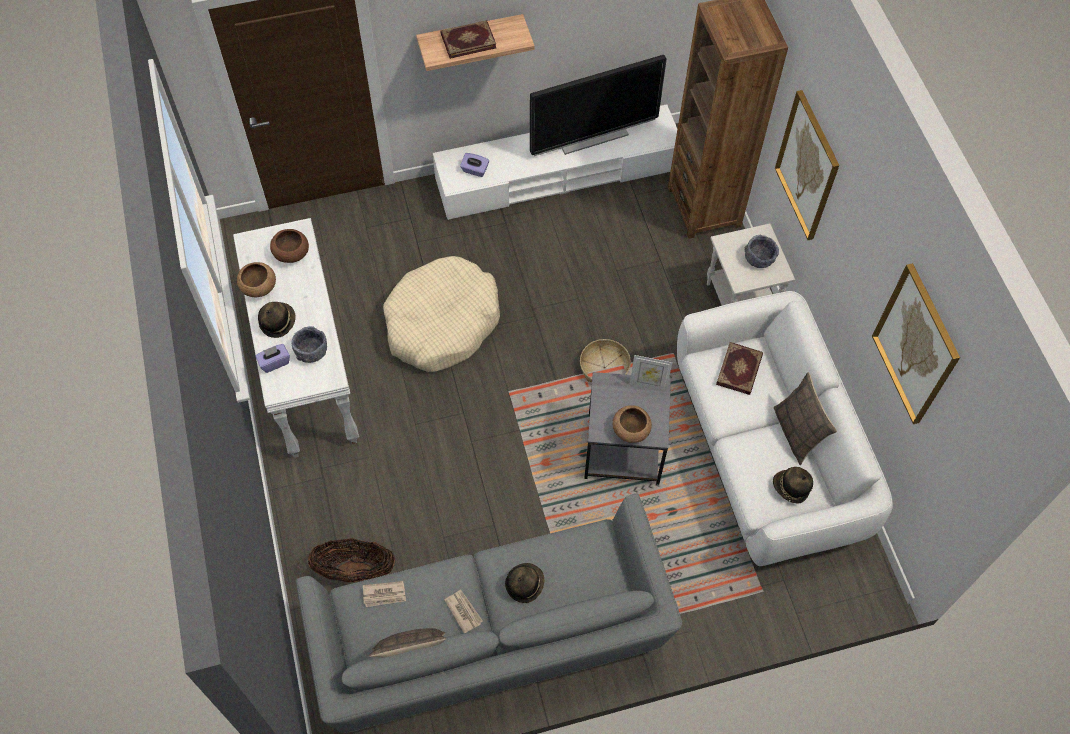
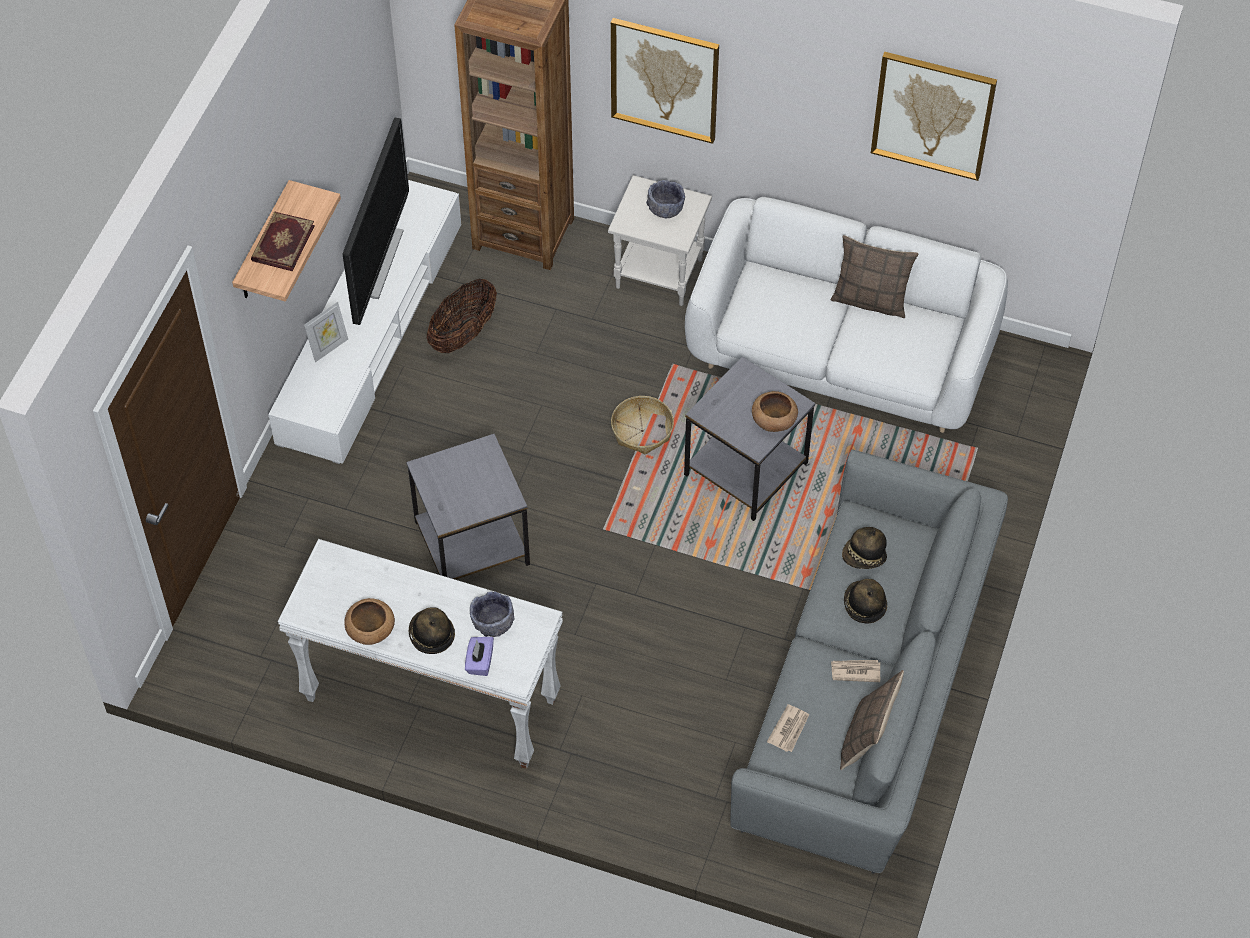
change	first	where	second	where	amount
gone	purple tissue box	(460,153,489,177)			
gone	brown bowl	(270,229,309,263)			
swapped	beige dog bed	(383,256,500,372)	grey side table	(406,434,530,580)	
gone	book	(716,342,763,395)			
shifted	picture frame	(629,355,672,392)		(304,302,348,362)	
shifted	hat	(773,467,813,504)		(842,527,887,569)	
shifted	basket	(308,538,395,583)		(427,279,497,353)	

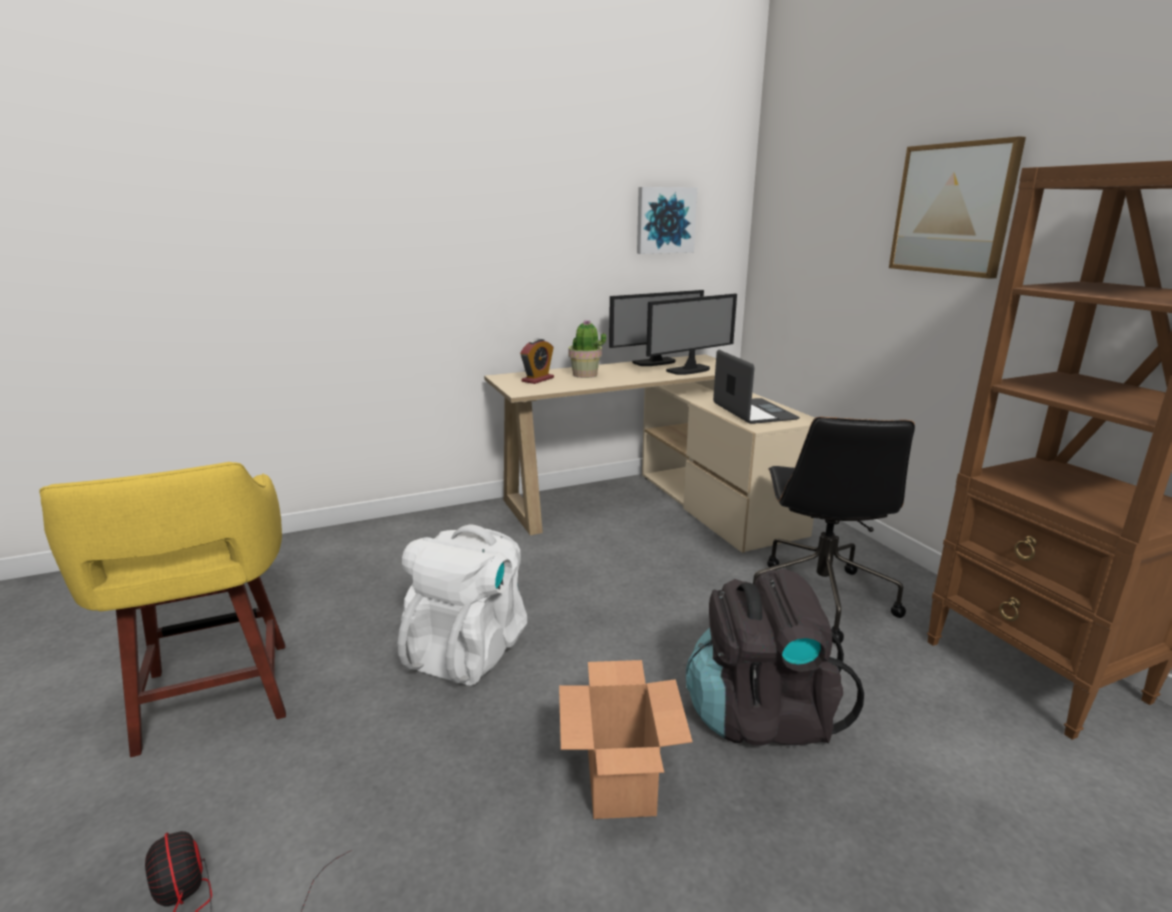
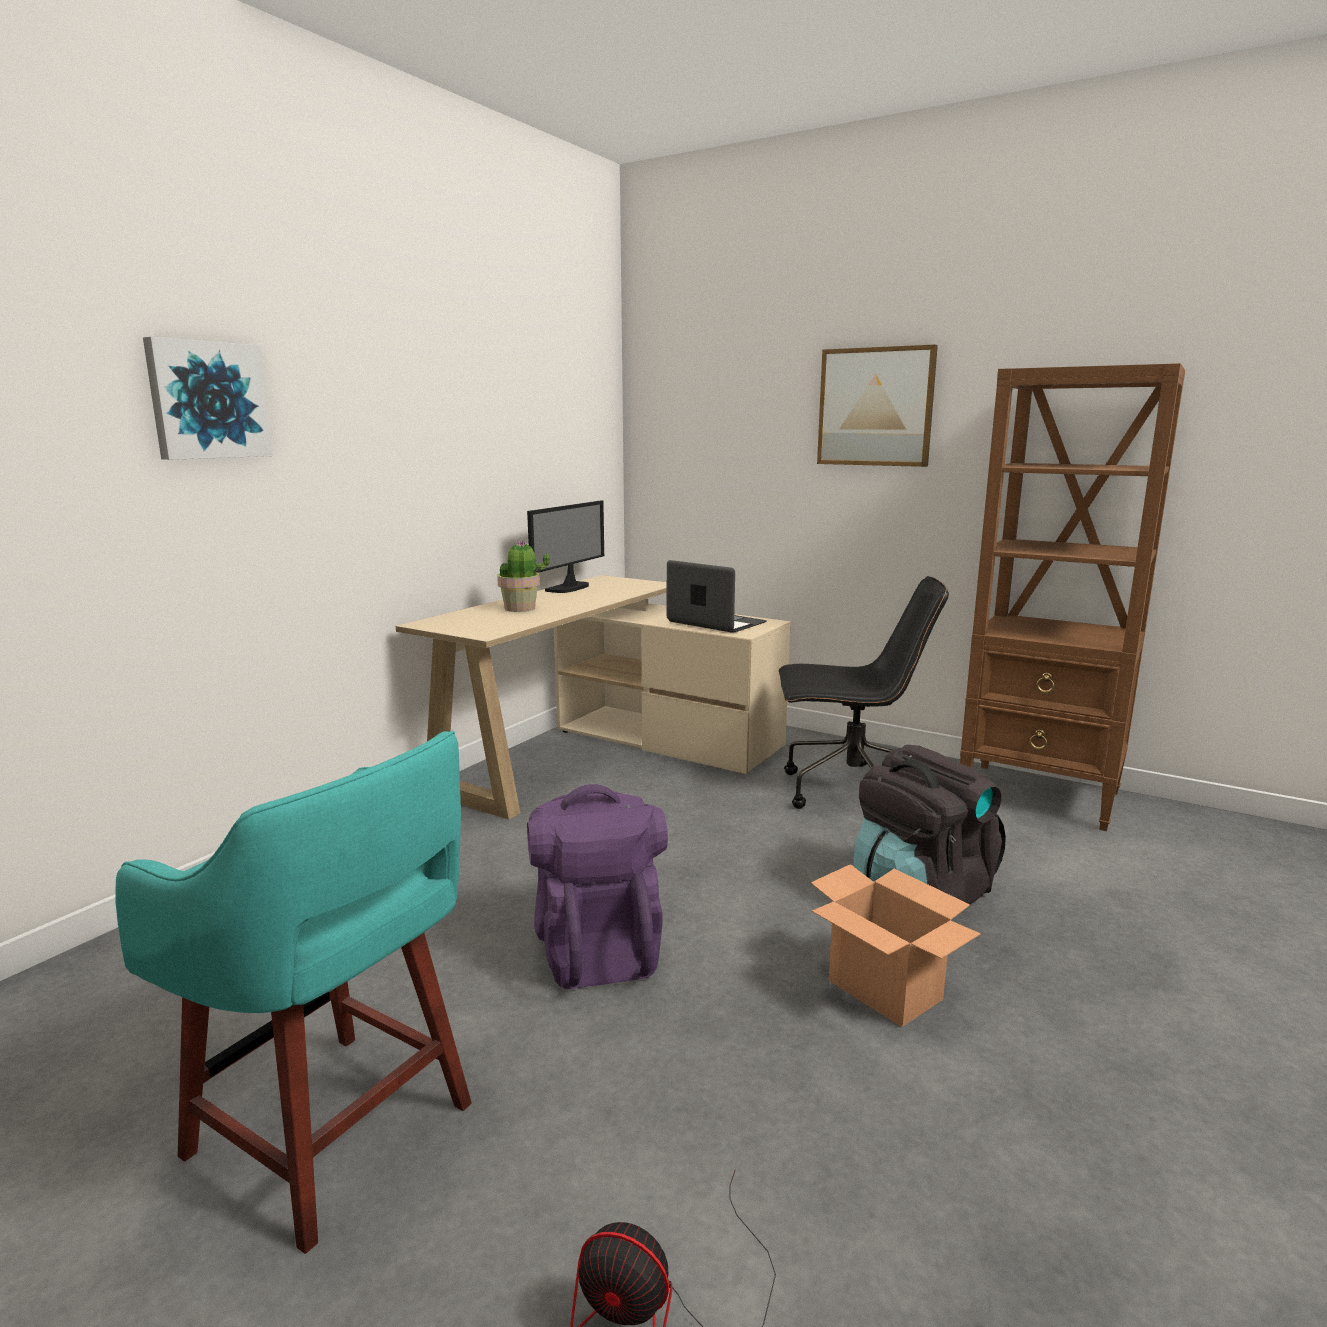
change	first	where	second	where	amount
shifted	picture	(637,187,697,254)		(143,337,273,460)	
gone	monitor	(646,294,737,375)			
gone	alarm clock	(520,339,554,384)			
rotated	black office chair	(753,417,915,644)		(779,576,949,809)	60 degrees counterclockwise
repainted	yellow stool	(39,462,286,757)	turquoise stool	(115,730,471,1254)	
repainted	white backpack	(398,525,527,685)	purple backpack	(527,784,668,989)	

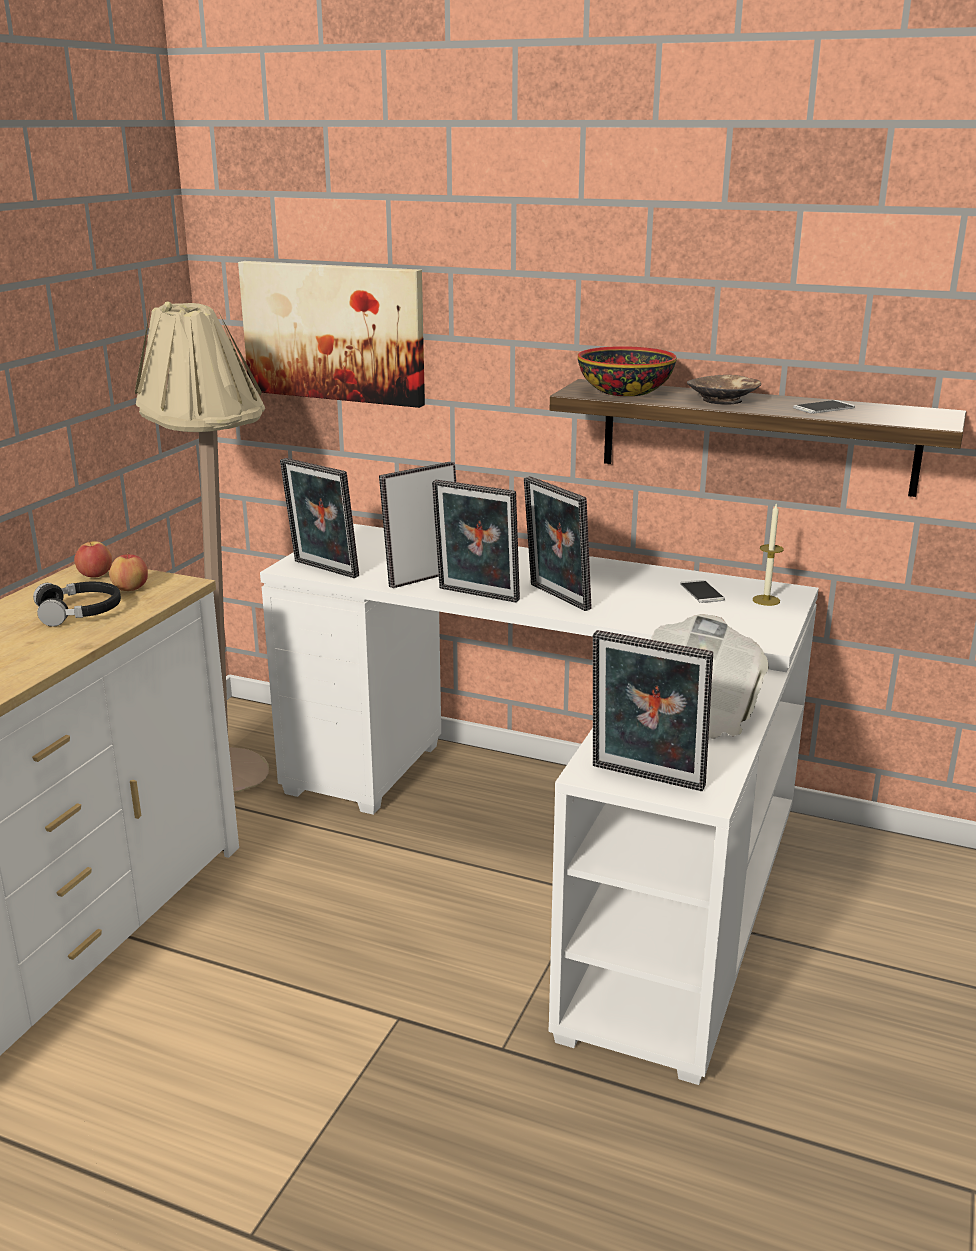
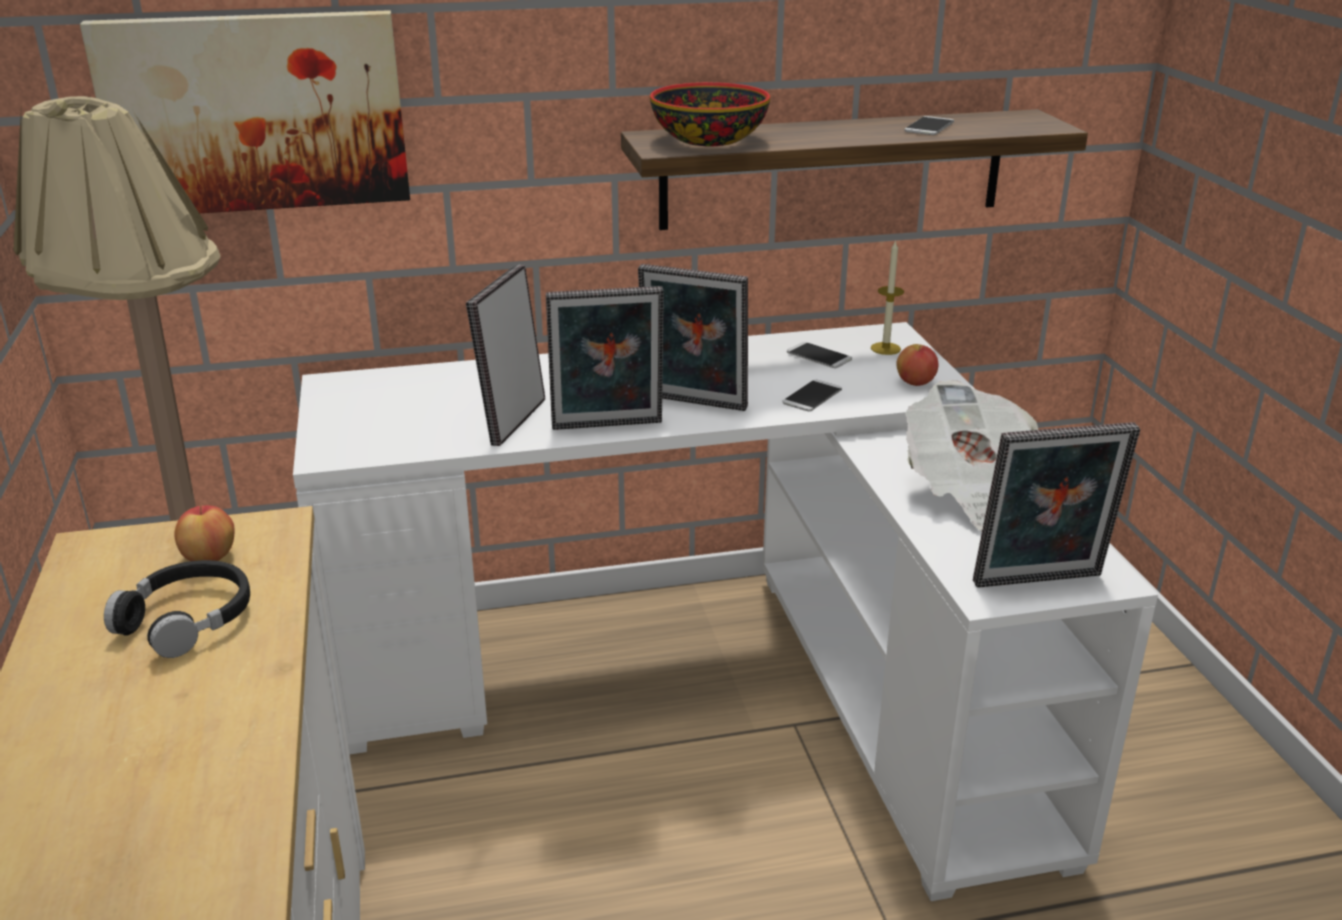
change	first	where	second	where	amount
gone	brown bowl	(687,375,761,405)			
gone	picture frame	(280,458,359,578)			
shifted	apple	(74,541,112,577)		(896,344,939,386)	
new			phone	(783,380,842,411)	

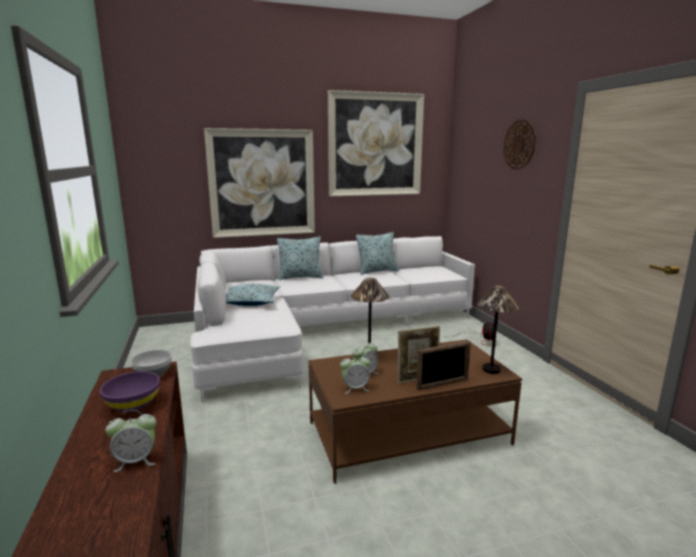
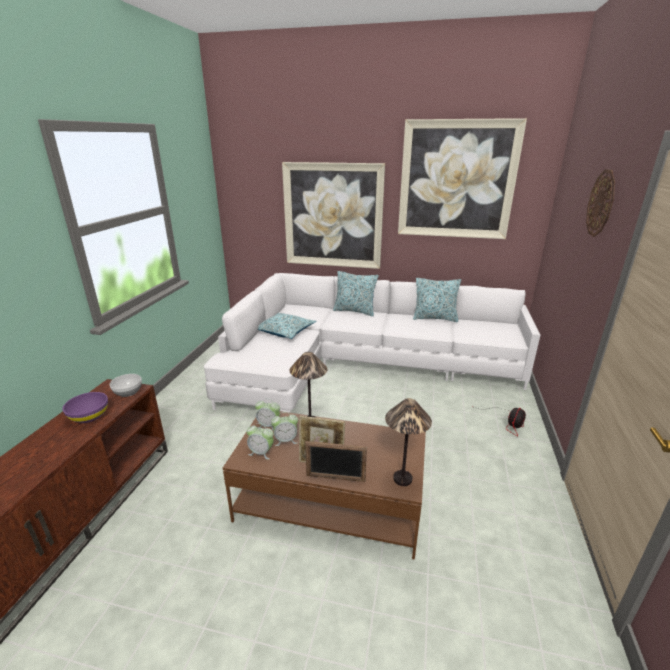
change	first	where	second	where	amount
shifted	alarm clock	(105,410,156,472)		(255,398,280,431)	

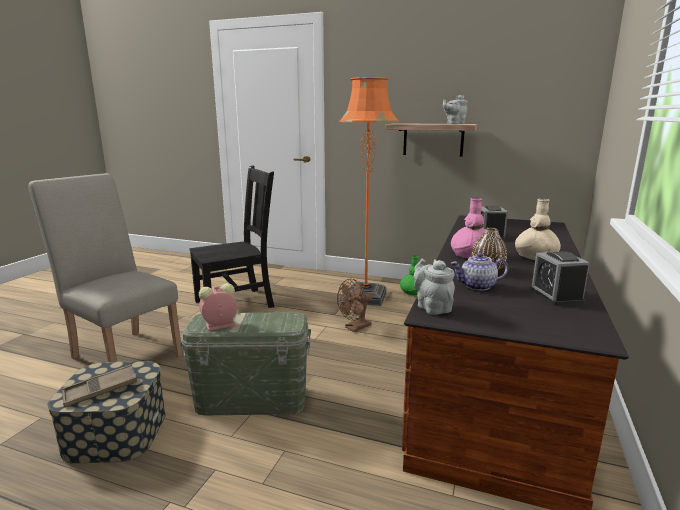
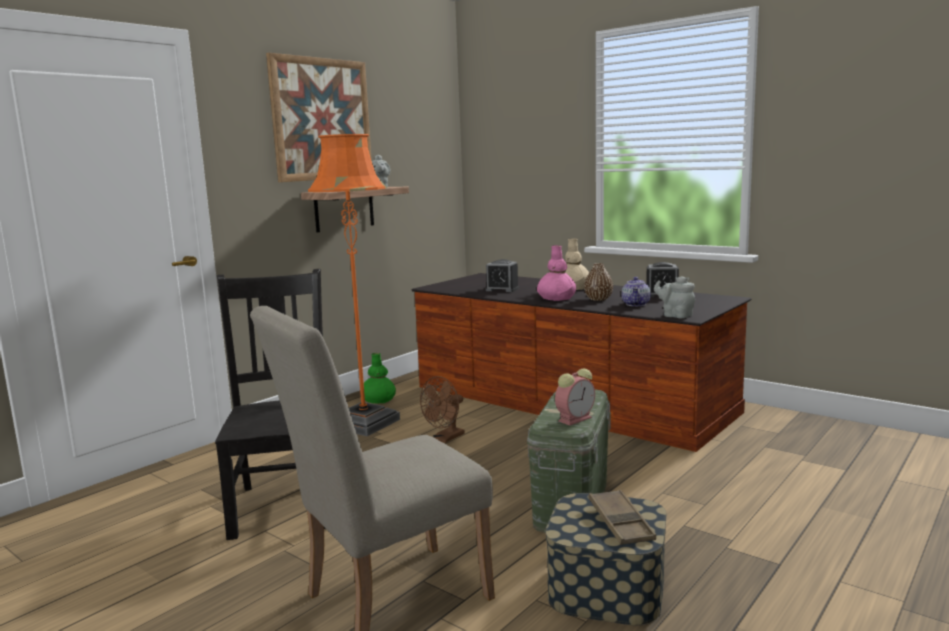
change	first	where	second	where	amount
rotated	grey teapot	(414,259,455,315)		(654,276,695,318)	45 degrees clockwise
rotated	brown fan	(337,279,372,332)		(420,376,465,443)	60 degrees clockwise
rotated	alarm clock	(199,283,237,331)		(555,368,595,426)	120 degrees counterclockwise
new			picture	(266,53,372,182)	

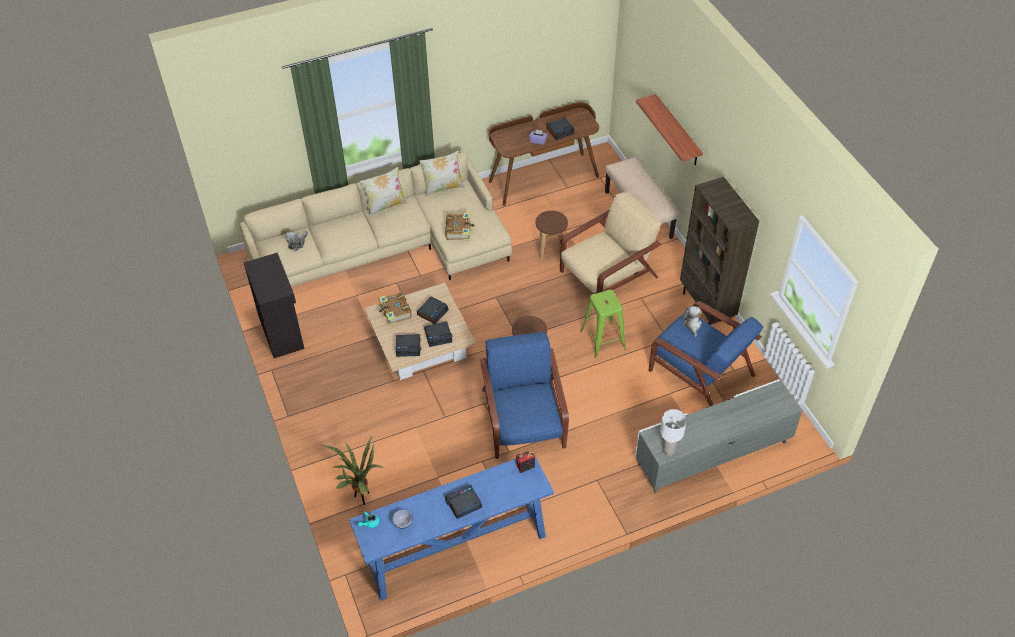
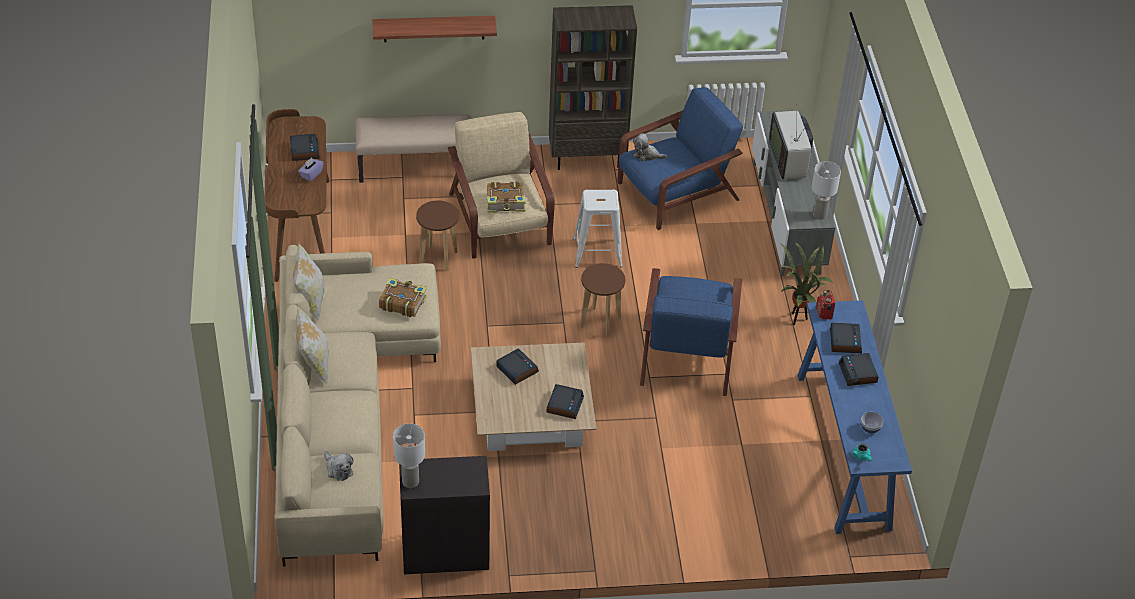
change	first	where	second	where	amount
repainted	green stool	(580,289,626,358)	white stool	(573,190,622,268)	
shifted	book	(378,292,412,326)		(487,182,525,213)	
shifted	alarm clock	(424,322,452,347)		(830,323,862,354)	
rotated	blue armchair	(480,332,569,459)		(640,268,742,396)	90 degrees counterclockwise
shifted	potted plant	(322,437,384,505)		(780,241,834,325)	
new			television	(769,104,813,180)	
new			white table lamp	(393,423,425,488)	

